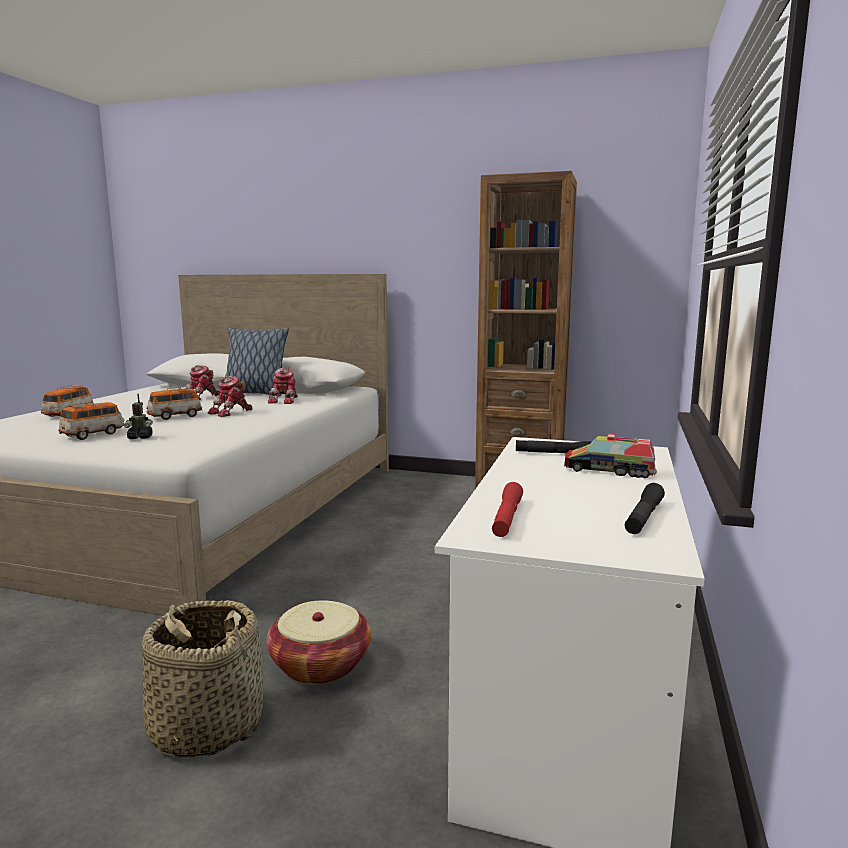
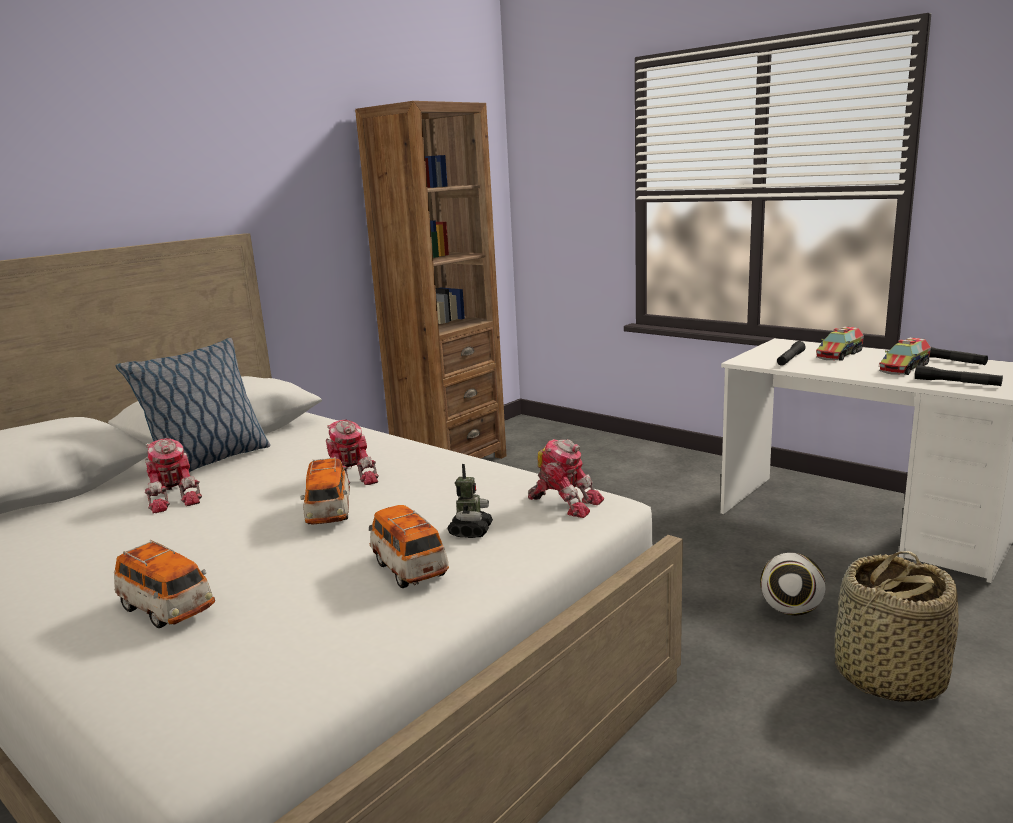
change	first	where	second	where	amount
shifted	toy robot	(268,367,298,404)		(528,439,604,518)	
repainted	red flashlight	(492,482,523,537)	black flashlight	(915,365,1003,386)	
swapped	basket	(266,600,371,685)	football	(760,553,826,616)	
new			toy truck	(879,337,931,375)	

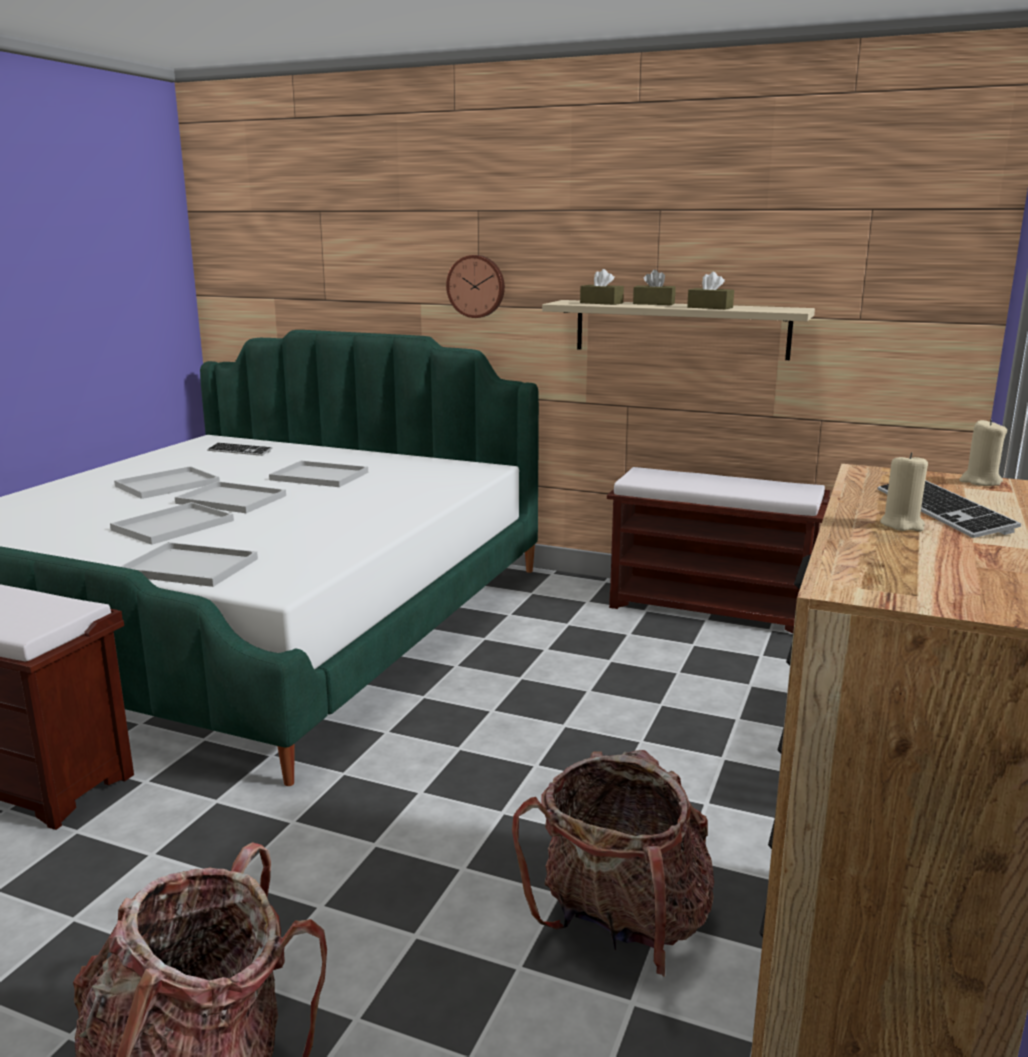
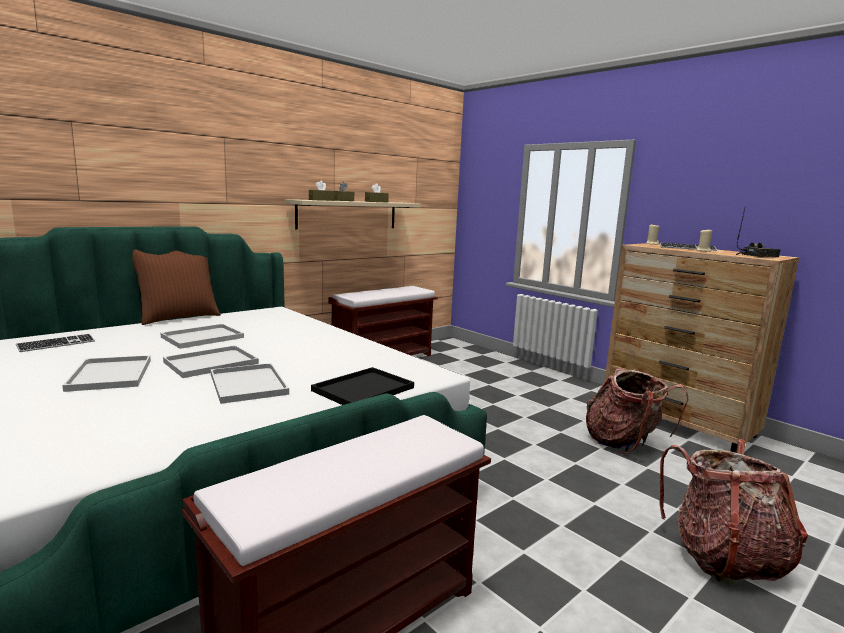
change	first	where	second	where	amount
gone	wall clock	(446,255,505,318)			
repainted	white tray	(120,542,258,587)	black tray	(311,367,414,405)	
new			radio	(736,209,780,258)	
new			brown pillow	(133,250,221,325)	

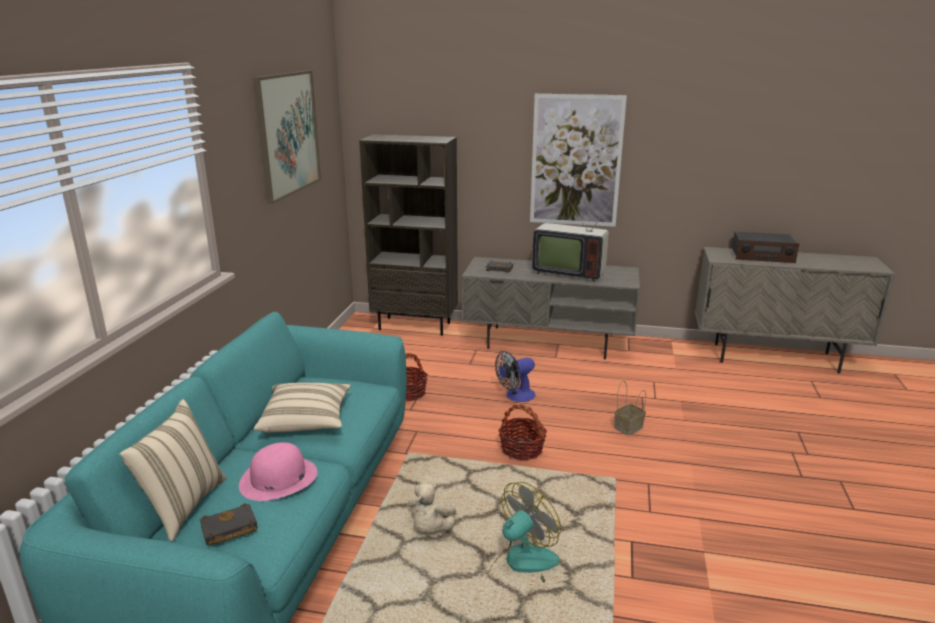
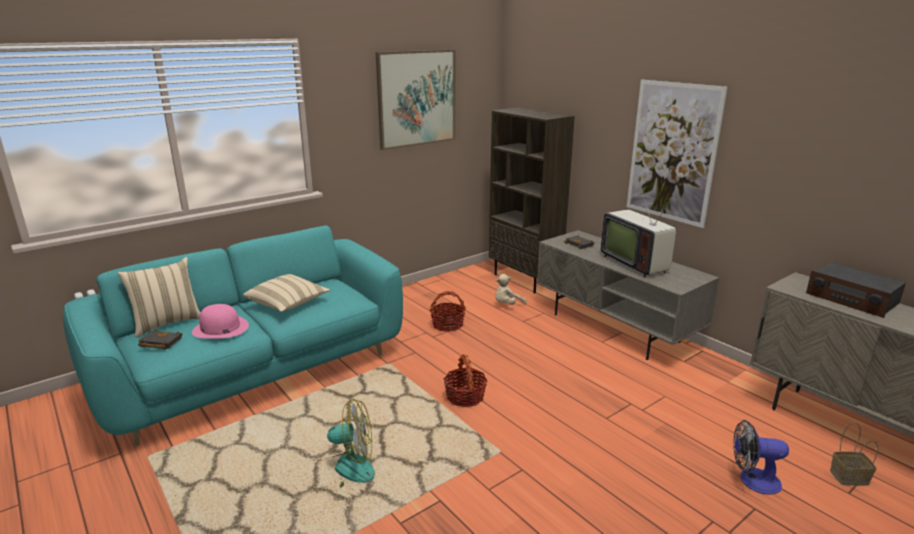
change	first	where	second	where	amount
shifted	fan	(495,351,536,402)		(733,420,789,495)	
shifted	basket	(614,381,646,436)		(830,422,878,486)	
shifted	beige plush toy	(408,483,457,533)		(495,274,527,305)	

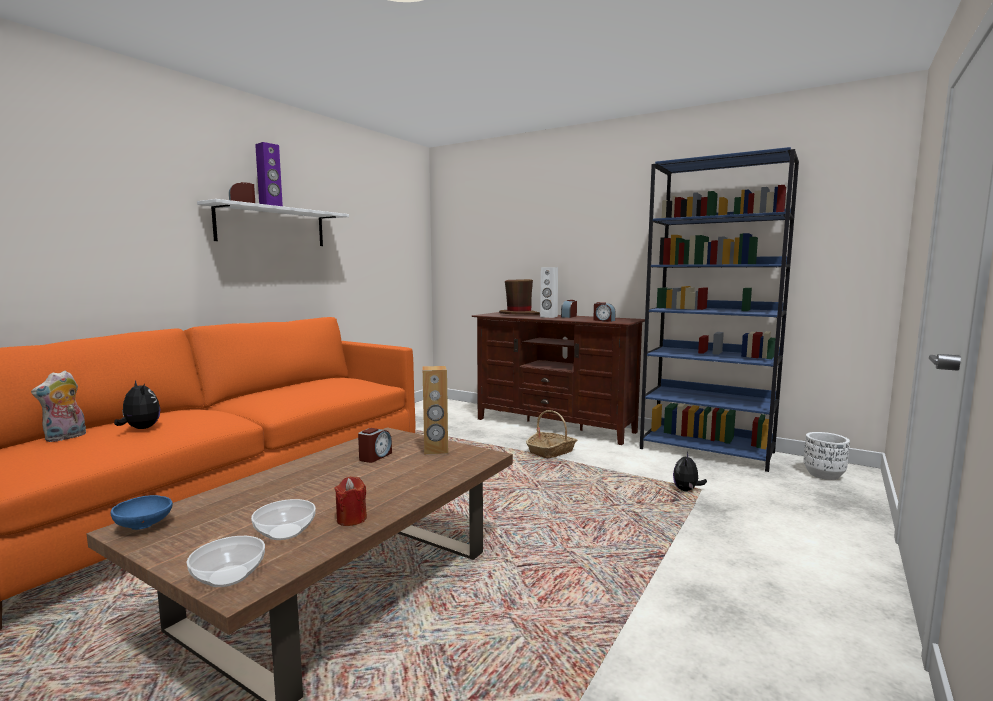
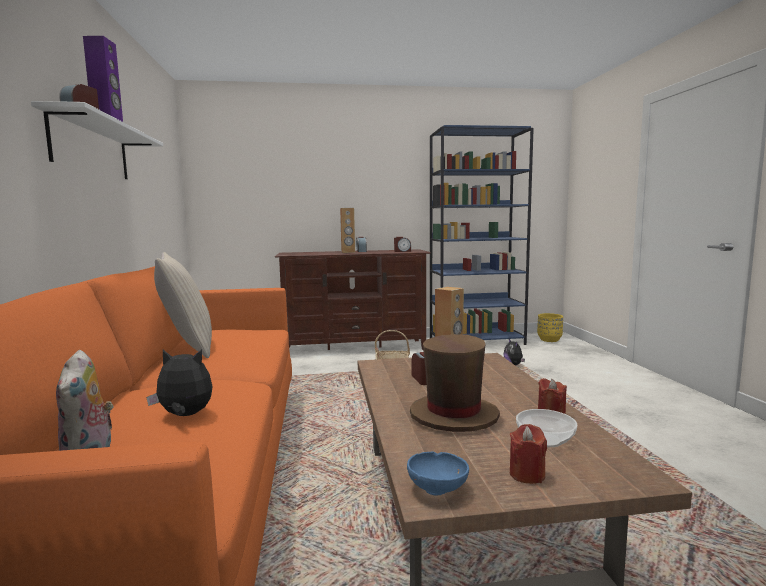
change	first	where	second	where	amount
repainted	white speaker	(540,267,558,318)	brown speaker	(340,208,355,253)	
shifted	brown hat	(499,279,540,315)		(410,334,500,432)	
repainted	white planter	(803,432,850,480)	yellow planter	(537,313,563,342)	
gone	bowl	(187,536,265,587)			
new			beige pillow	(154,252,212,358)	
new			red candle	(510,424,547,484)	

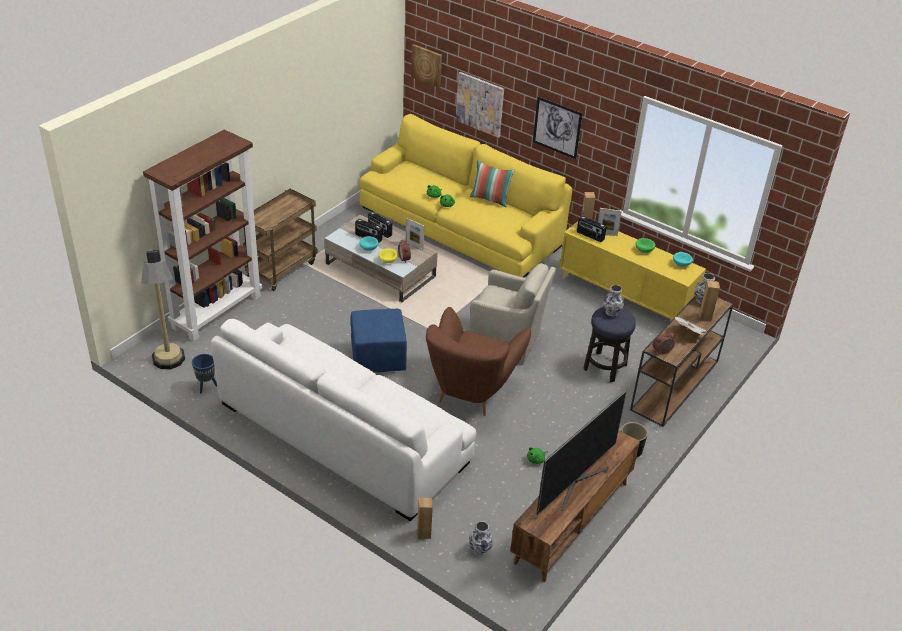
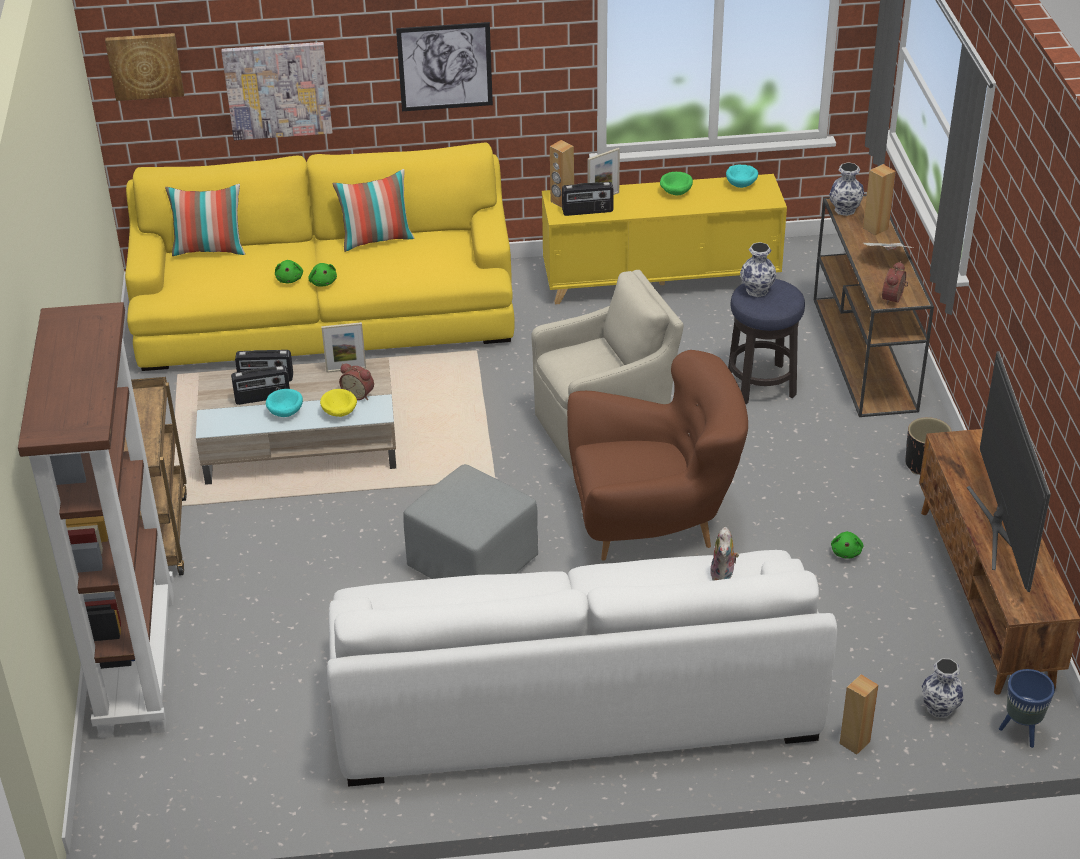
change	first	where	second	where	amount
gone	floor lamp	(141,250,185,369)			
rotated	brown armchair	(426,307,531,416)		(567,350,748,561)	75 degrees counterclockwise
repainted	blue ottoman	(351,309,407,372)	grey ottoman	(403,464,538,579)	
shifted	blue planter	(192,354,217,393)		(999,669,1055,748)	
new			pillow	(165,184,245,256)	
new			plush toy	(711,527,739,581)	

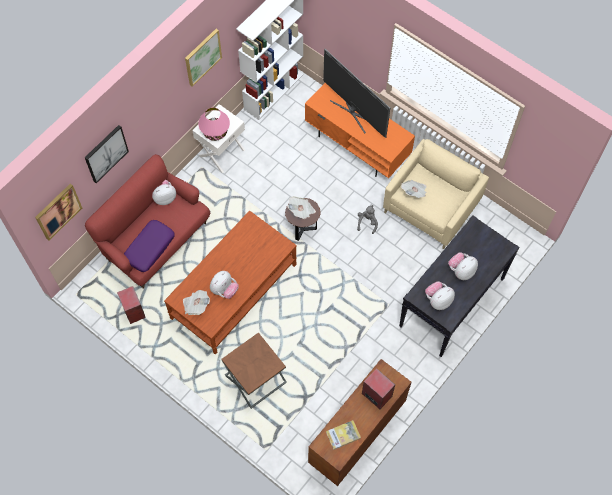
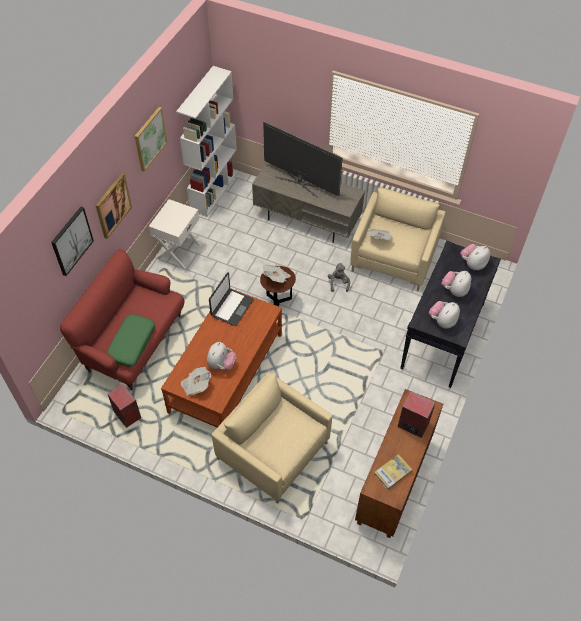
change	first	where	second	where	amount
repainted	orange tv stand	(305,83,415,178)	grey tv stand	(252,162,365,243)	
gone	pink table lamp	(198,107,230,141)			
shifted	plush toy	(152,180,176,205)		(460,244,490,270)	
shifted	picture	(35,183,82,241)		(95,173,132,239)	
repainted	purple pillow	(124,220,175,272)	green pillow	(106,314,155,367)	
swapped	brown side table	(221,333,287,409)	beige armchair	(211,372,332,504)	
new			laptop	(209,272,254,326)	

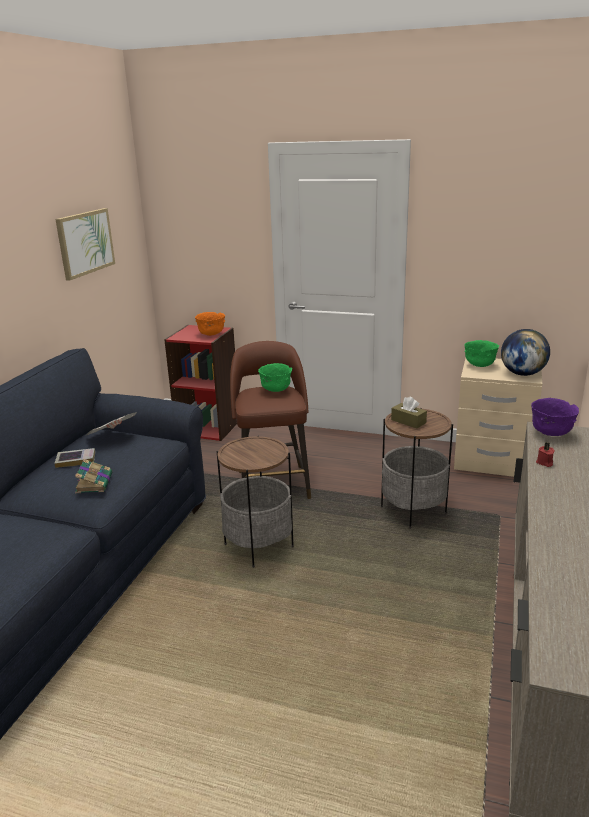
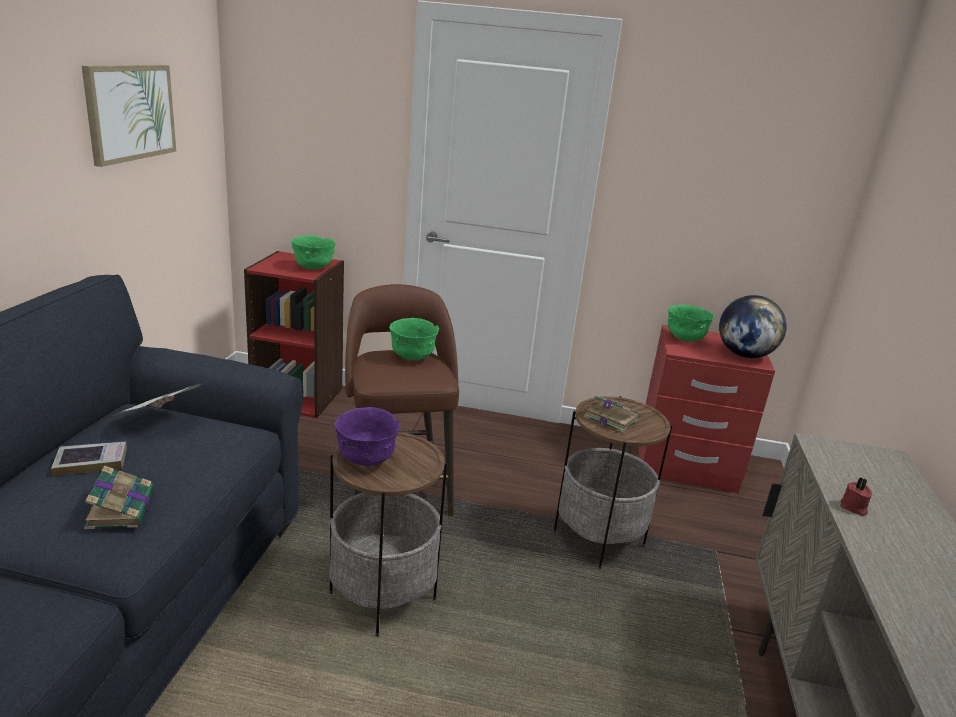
change	first	where	second	where	amount
repainted	orange bowl	(195,312,225,336)	green bowl	(291,235,336,269)	
repainted	beige nightstand	(454,358,542,477)	red nightstand	(639,325,775,493)	
swapped	brown tissue box	(391,397,427,428)	book	(584,394,640,432)	
shifted	purple bowl	(531,398,579,436)		(334,407,400,466)	

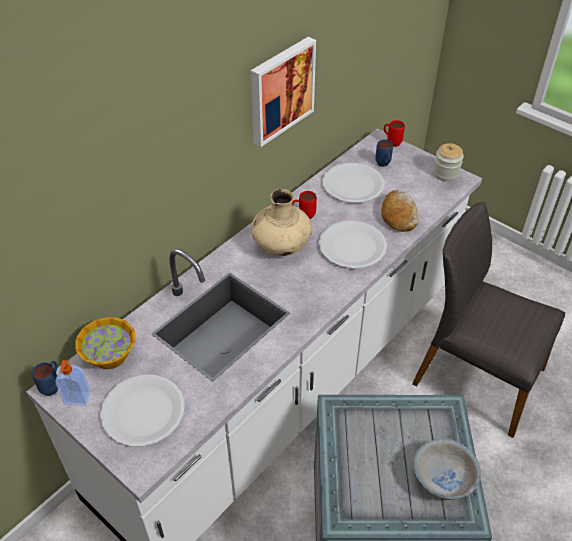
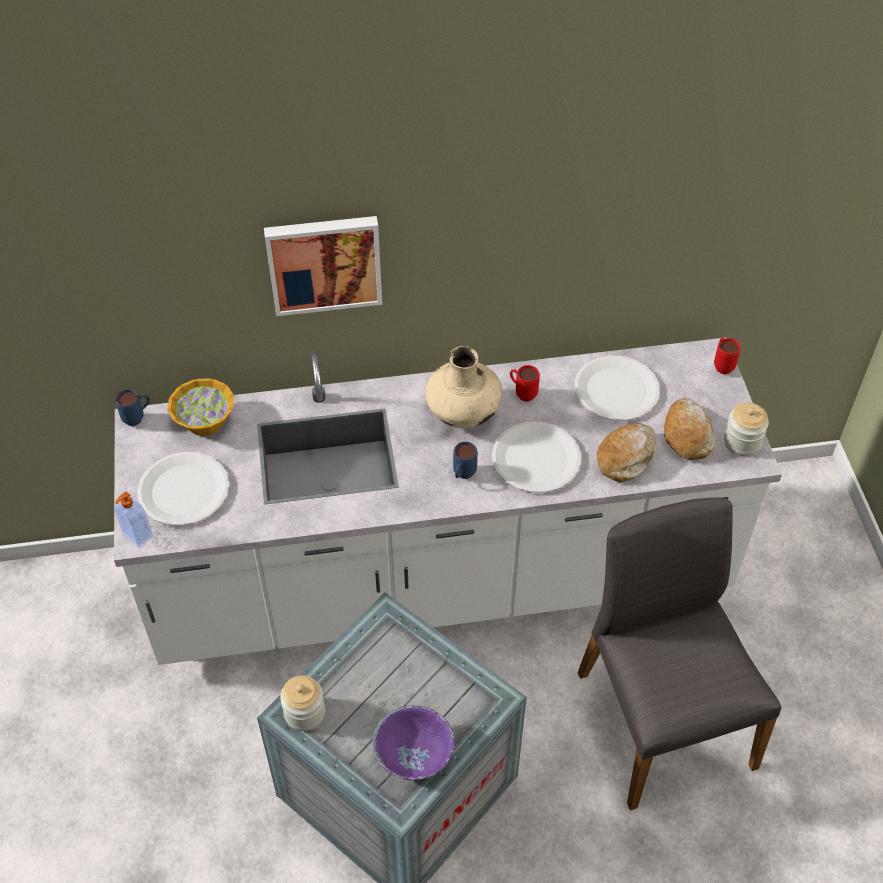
change	first	where	second	where	amount
shifted	picture	(251,37,316,147)		(264,216,382,316)	
shifted	blue mug	(375,139,393,167)		(453,442,478,479)	
shifted	soap dispenser	(55,360,91,406)		(114,491,153,548)	
repainted	white bowl	(413,439,481,500)	purple bowl	(373,705,455,781)	
new			bread	(664,397,715,460)	
new			jar	(280,675,325,731)	

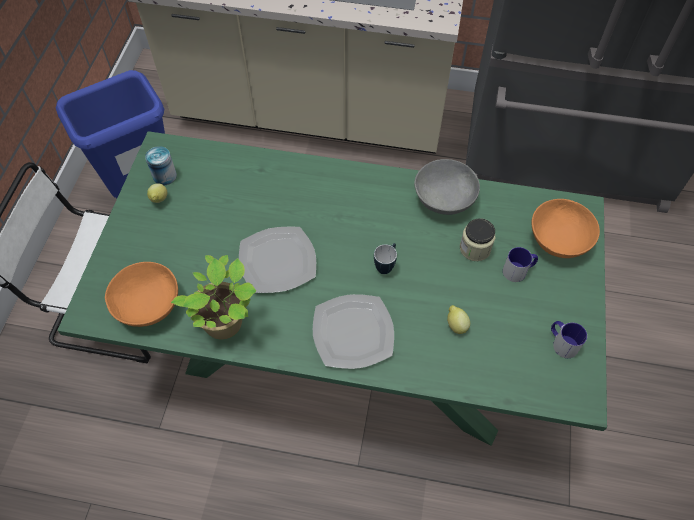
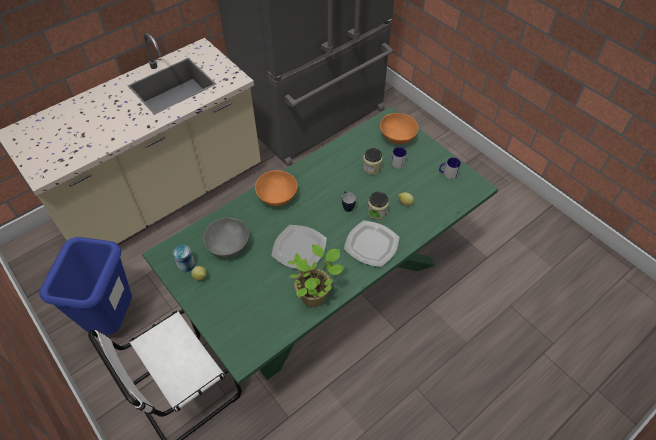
change	first	where	second	where	amount
shifted	grey bowl	(414,159,480,215)		(203,218,249,257)	
shifted	orange bowl	(105,262,178,327)		(255,170,297,206)	
new			jar	(367,192,389,220)	

